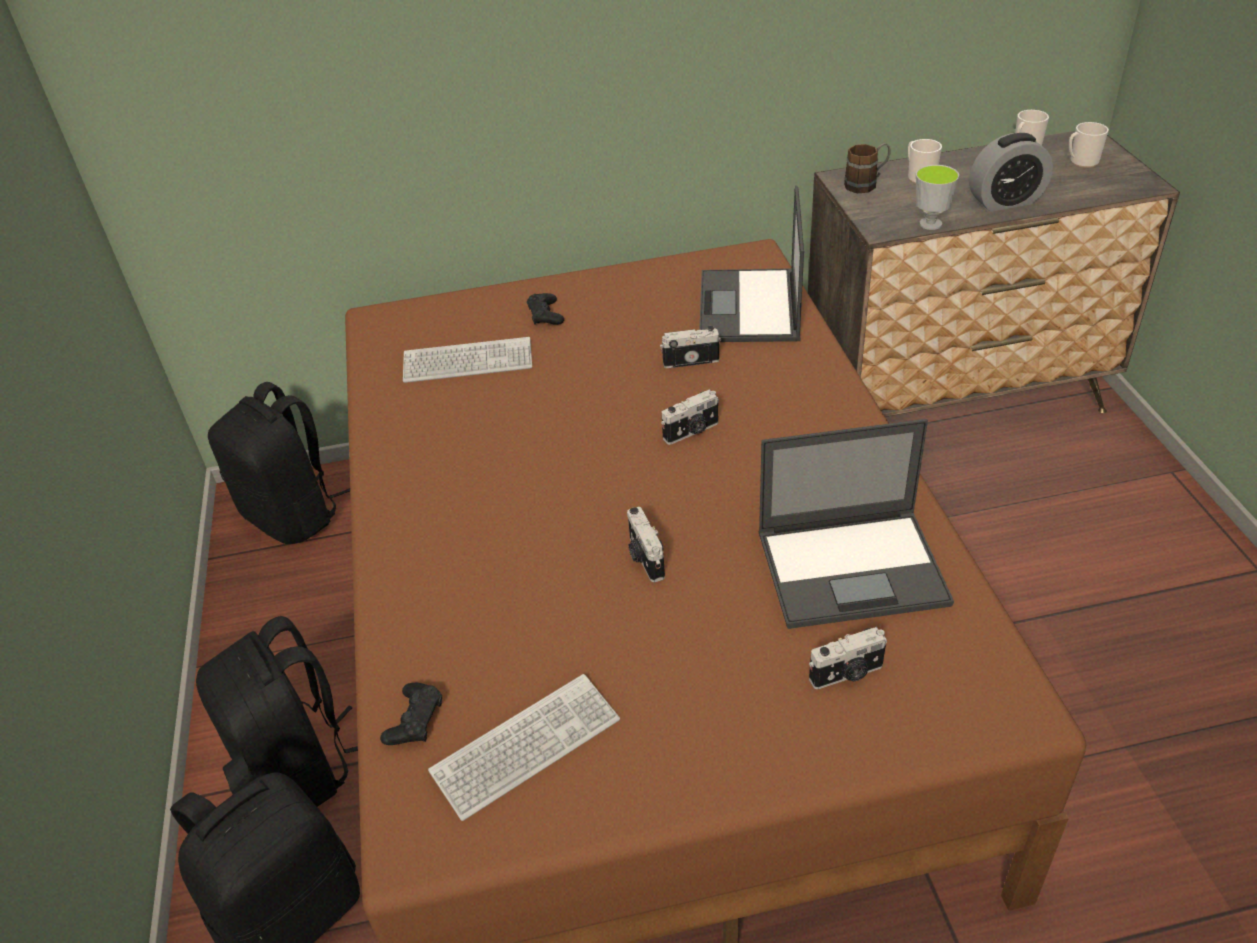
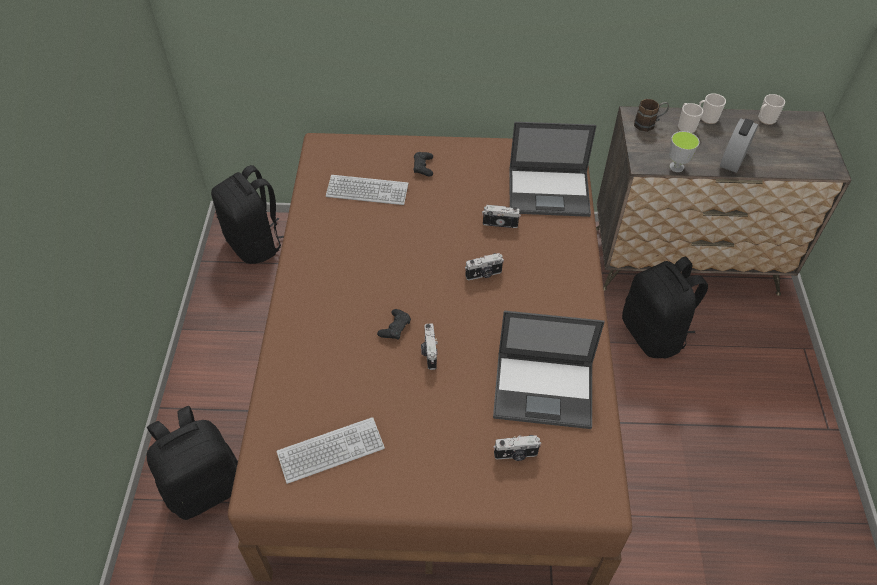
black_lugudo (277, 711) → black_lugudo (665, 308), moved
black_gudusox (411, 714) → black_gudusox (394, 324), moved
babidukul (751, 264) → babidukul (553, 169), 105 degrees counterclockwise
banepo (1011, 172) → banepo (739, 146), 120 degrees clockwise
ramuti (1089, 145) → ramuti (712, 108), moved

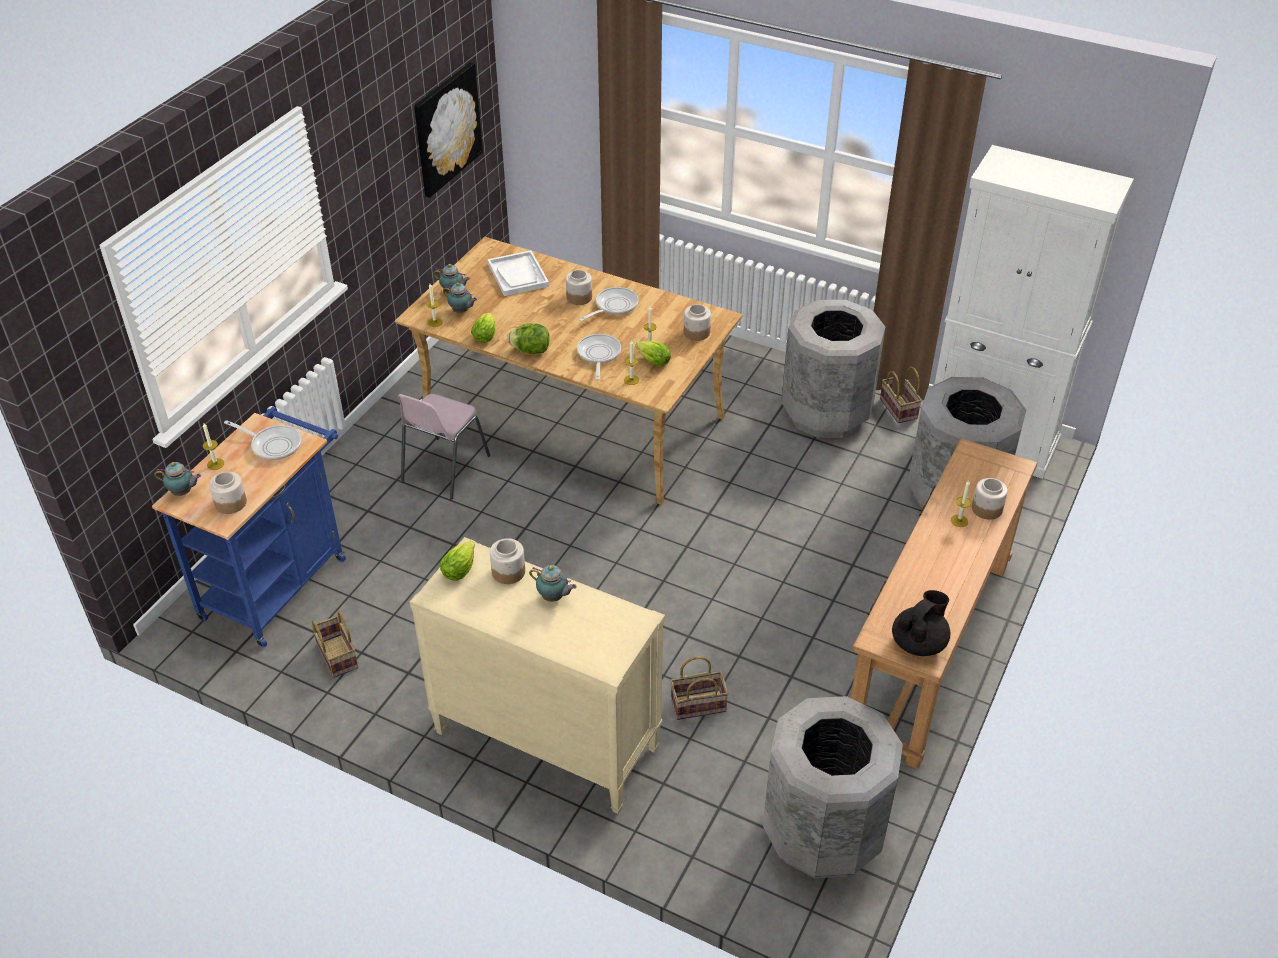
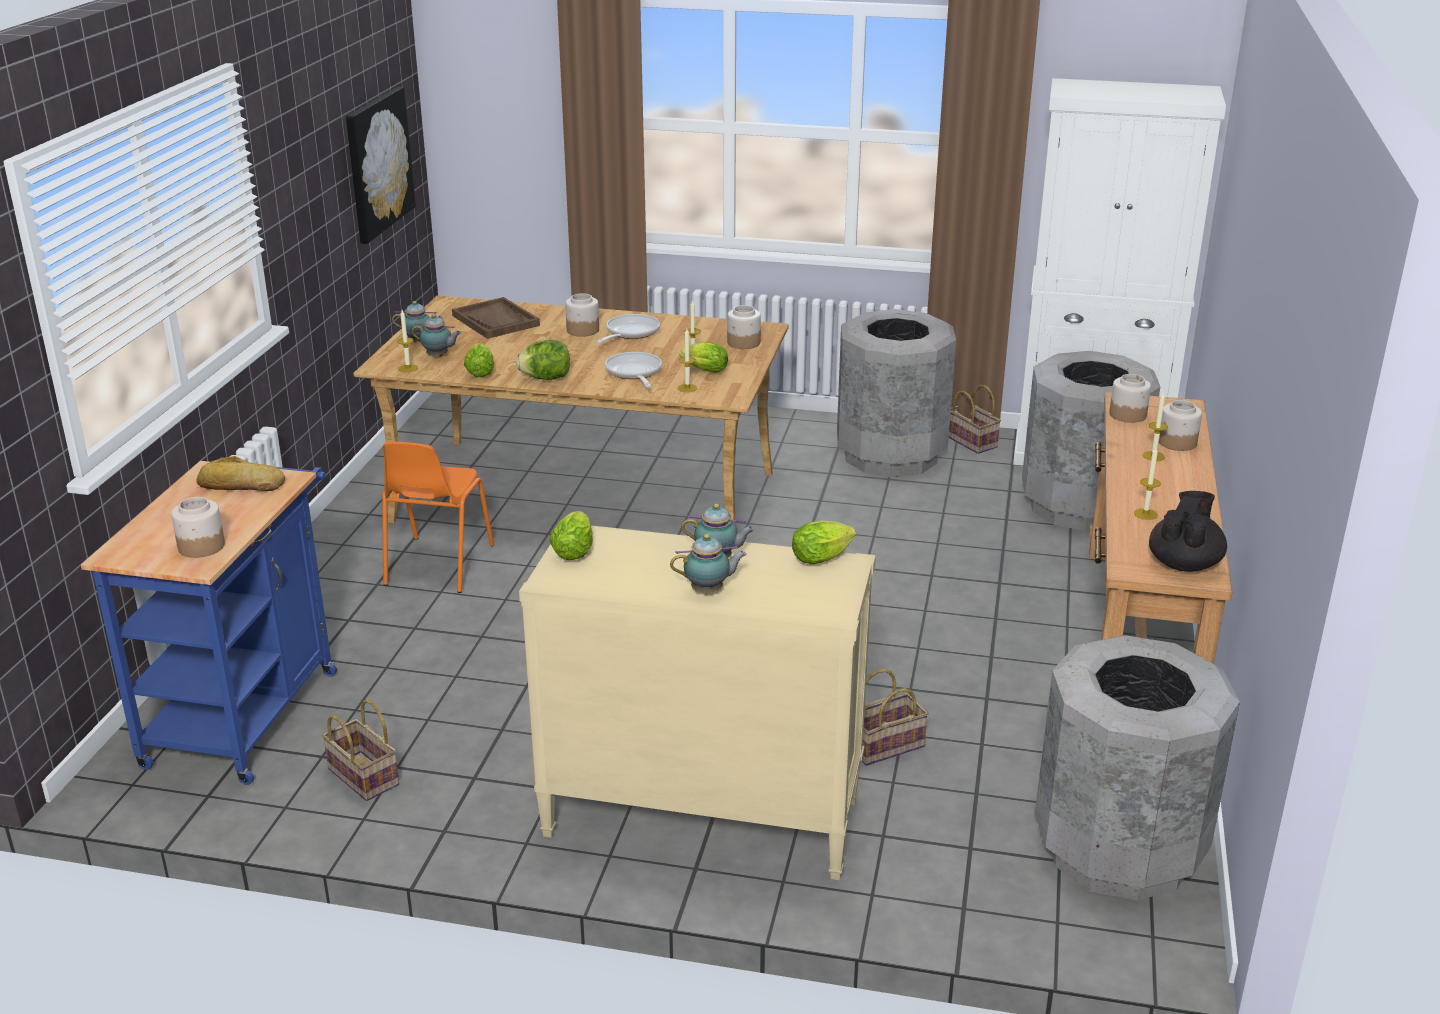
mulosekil (177, 479) → mulosekil (708, 563), moved
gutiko (213, 446) → gutiko (1147, 483), moved
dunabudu (262, 440) → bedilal (240, 473)
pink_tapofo (444, 447) → orange_tapofo (438, 517)
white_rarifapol (518, 273) → brown_rarifapol (496, 318)
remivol (507, 561) → remivol (1130, 398), moved
- → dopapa (824, 542)

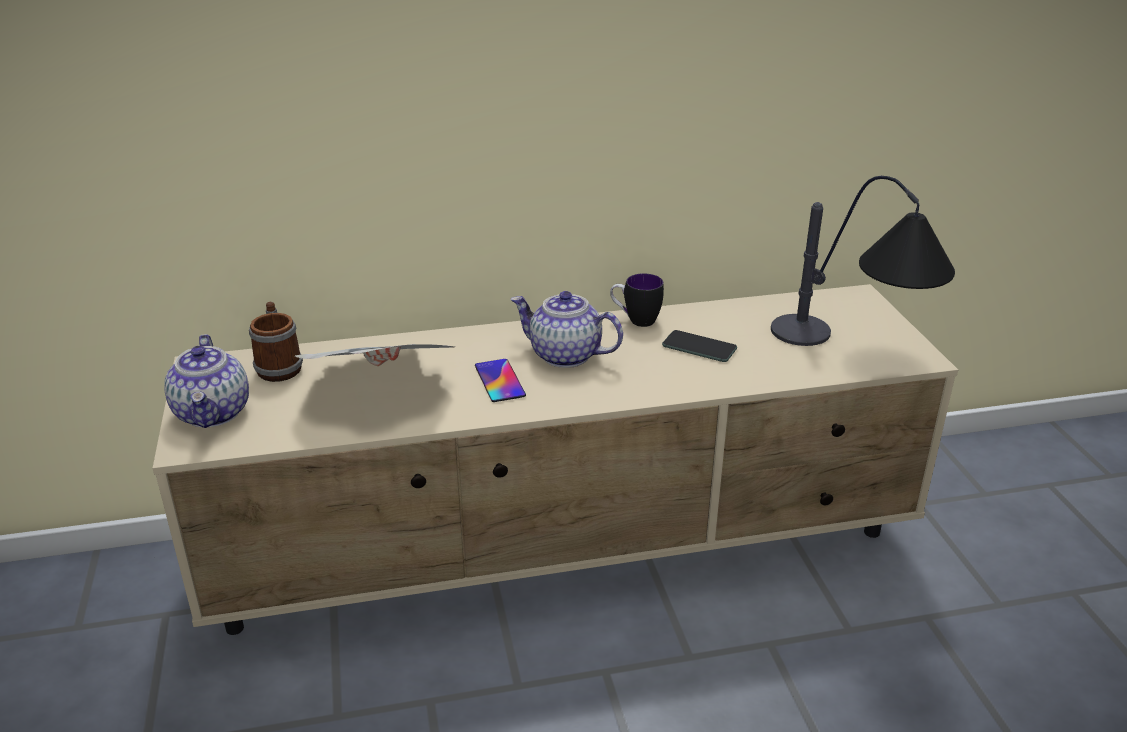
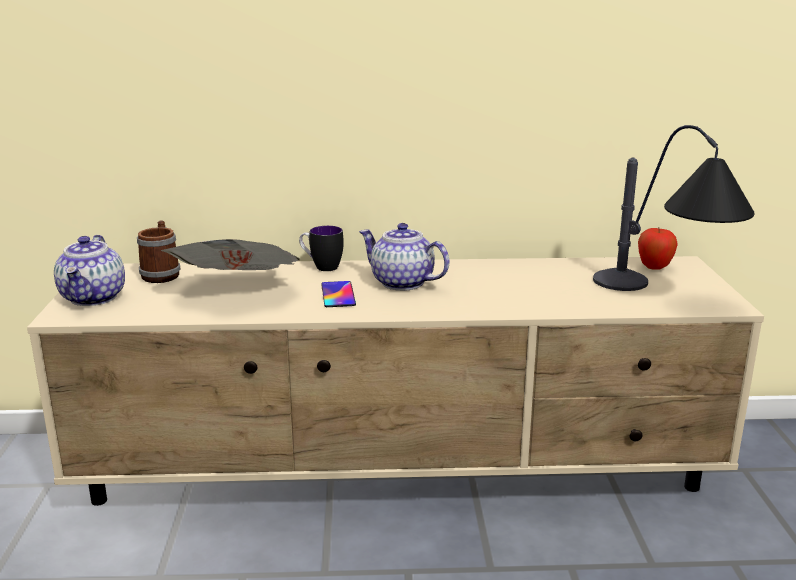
ramuti (637, 300) → ramuti (321, 248), moved
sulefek (699, 346) → -
- → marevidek (658, 248)

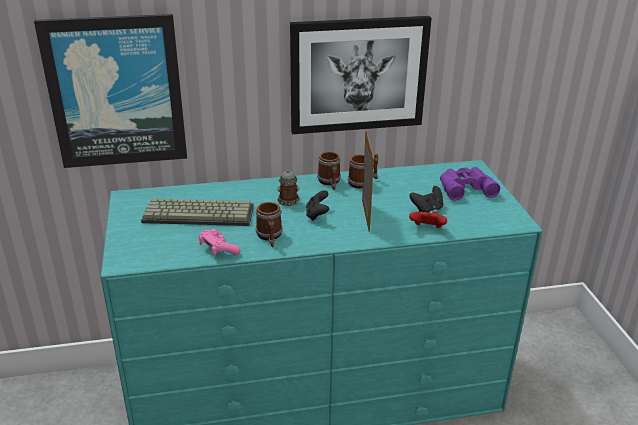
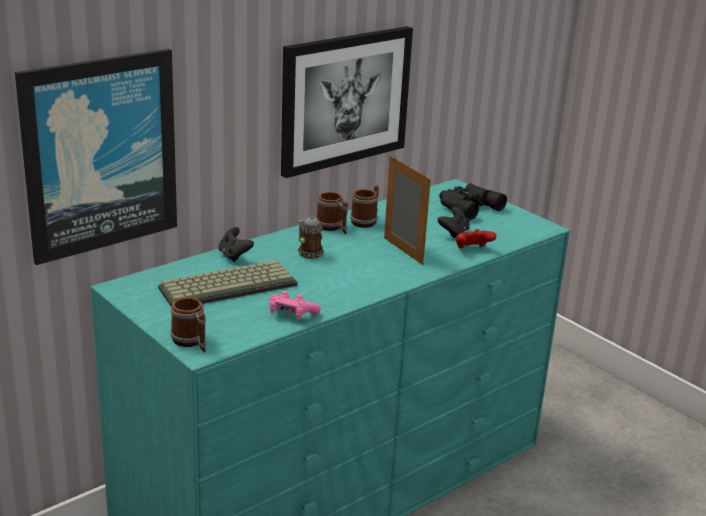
ramuti (269, 224) → ramuti (188, 324), moved
black_gudusox (317, 205) → black_gudusox (236, 244), moved
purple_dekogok (470, 184) → black_dekogok (473, 201)

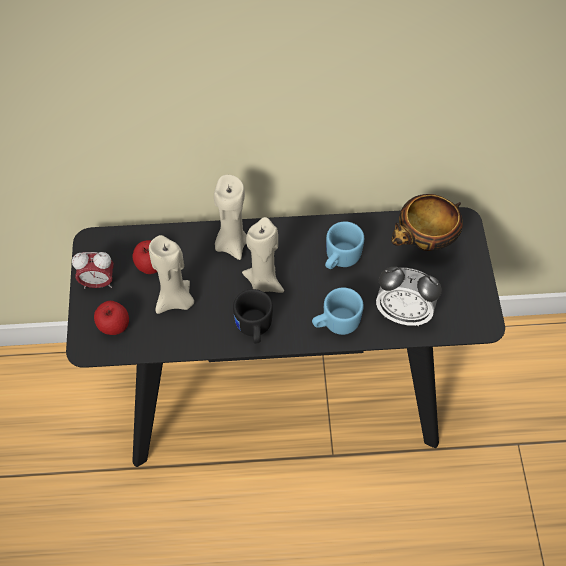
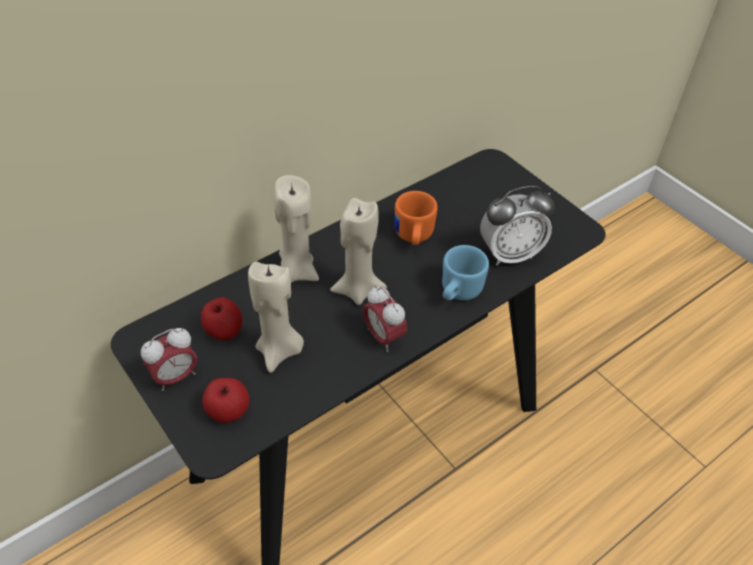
black_ramuti (253, 316) → banepo (385, 319)
blue_ramuti (344, 245) → orange_ramuti (416, 218)
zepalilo (427, 222) → -

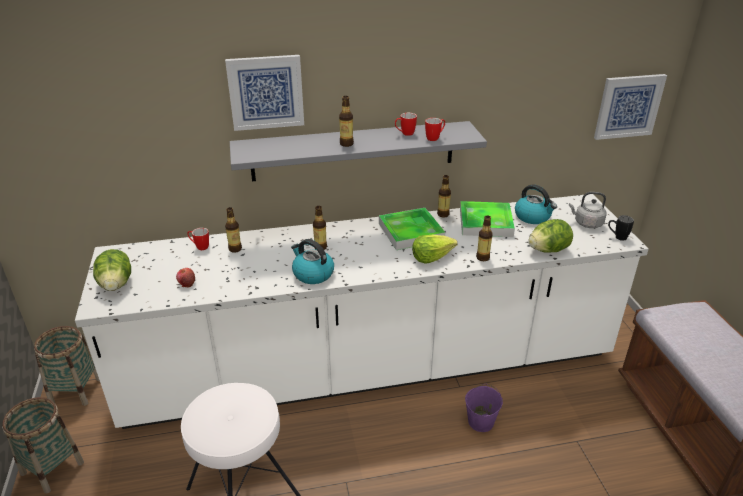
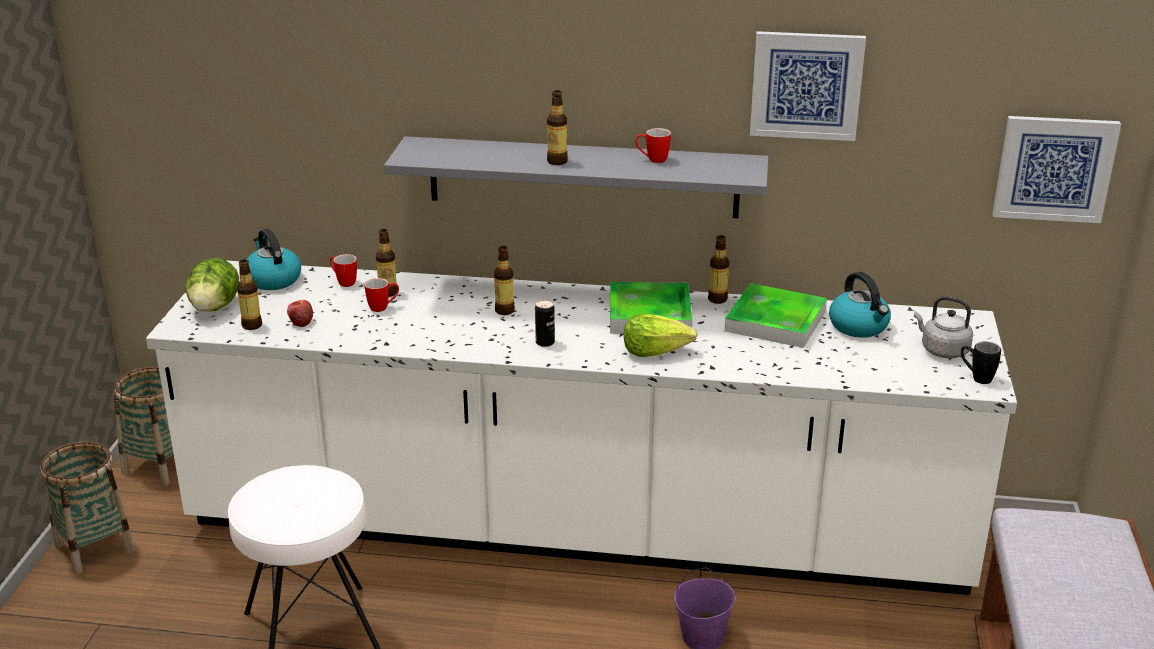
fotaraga (264, 93) → fotaraga (808, 86), moved
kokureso (312, 261) → kokureso (274, 259), moved
ramuti (435, 129) → ramuti (381, 295), moved
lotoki (484, 238) → lotoki (249, 294), moved
dopapa (550, 236) → -
- → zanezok (545, 323)

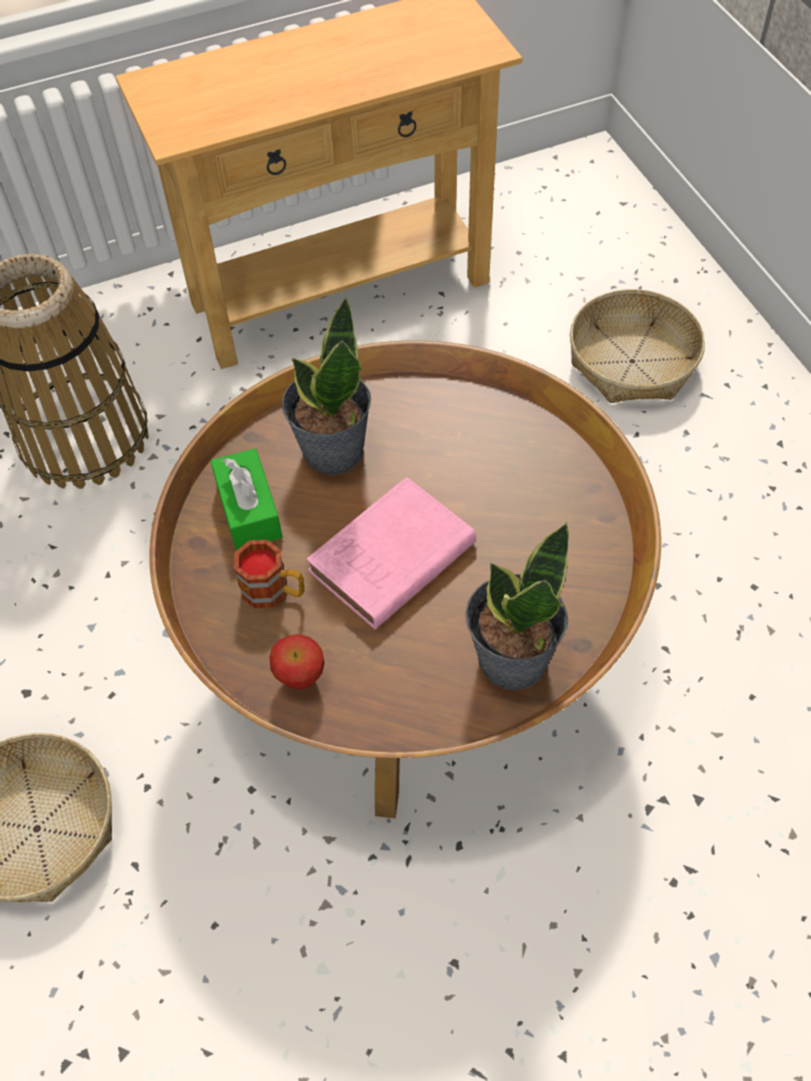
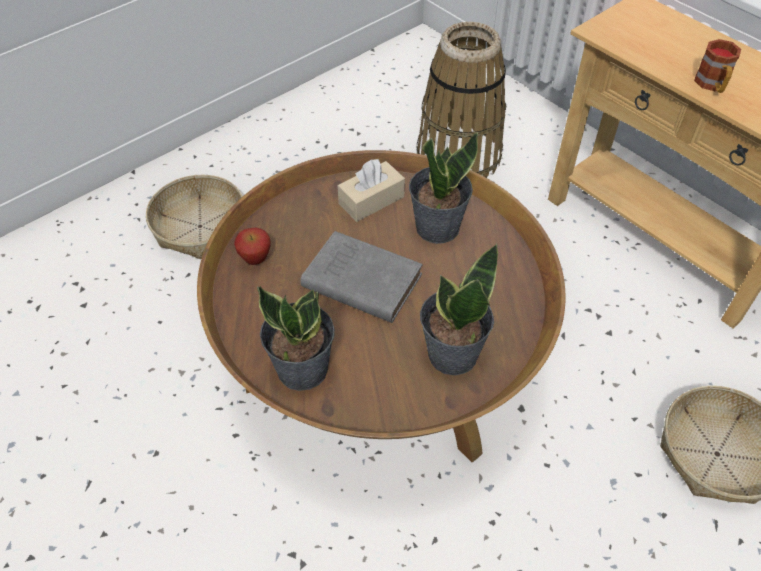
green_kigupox (246, 499) → beige_kigupox (371, 190)
ramuti (269, 574) → ramuti (717, 66), moved
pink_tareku (391, 553) → grey_tareku (362, 277)
- → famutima (459, 310)

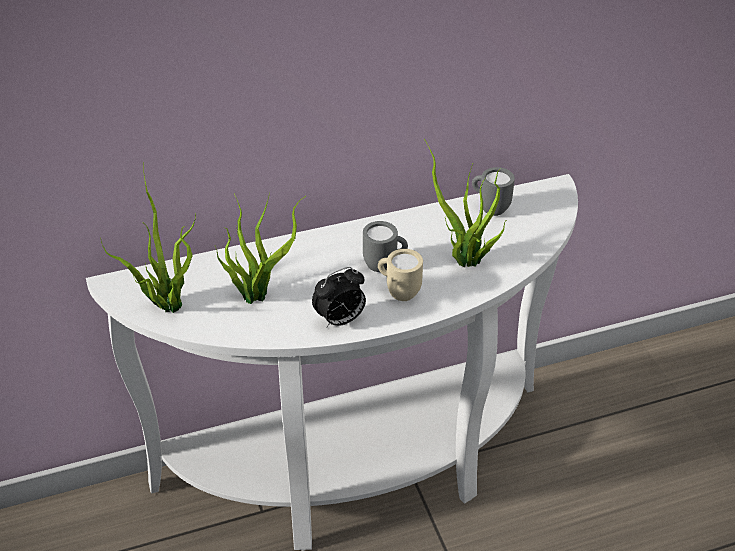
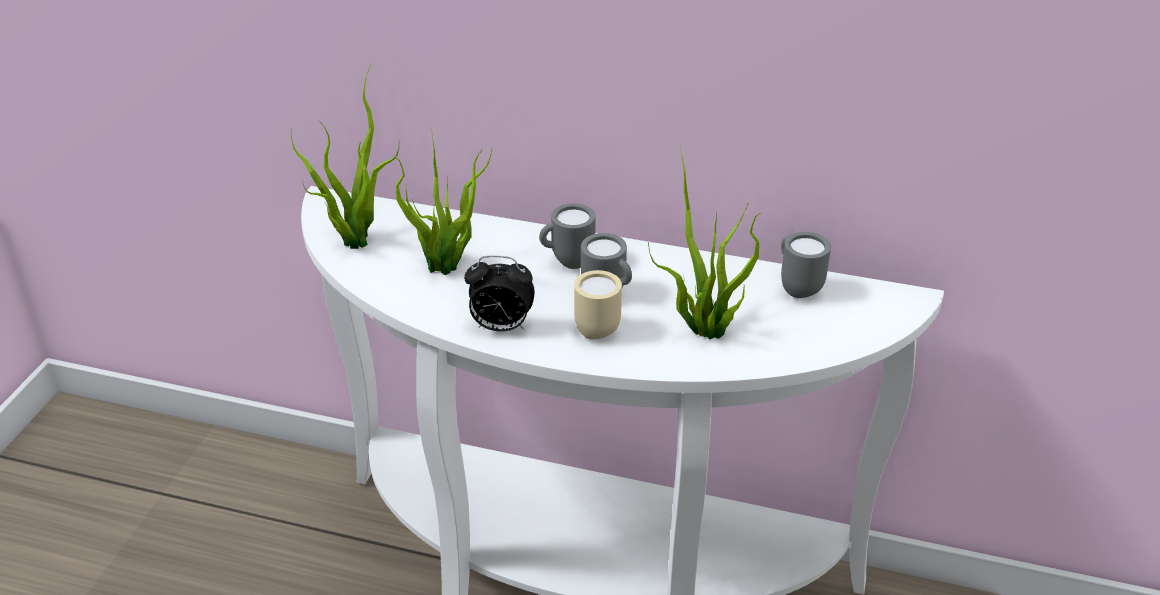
- → grey_ramuti (567, 236)

